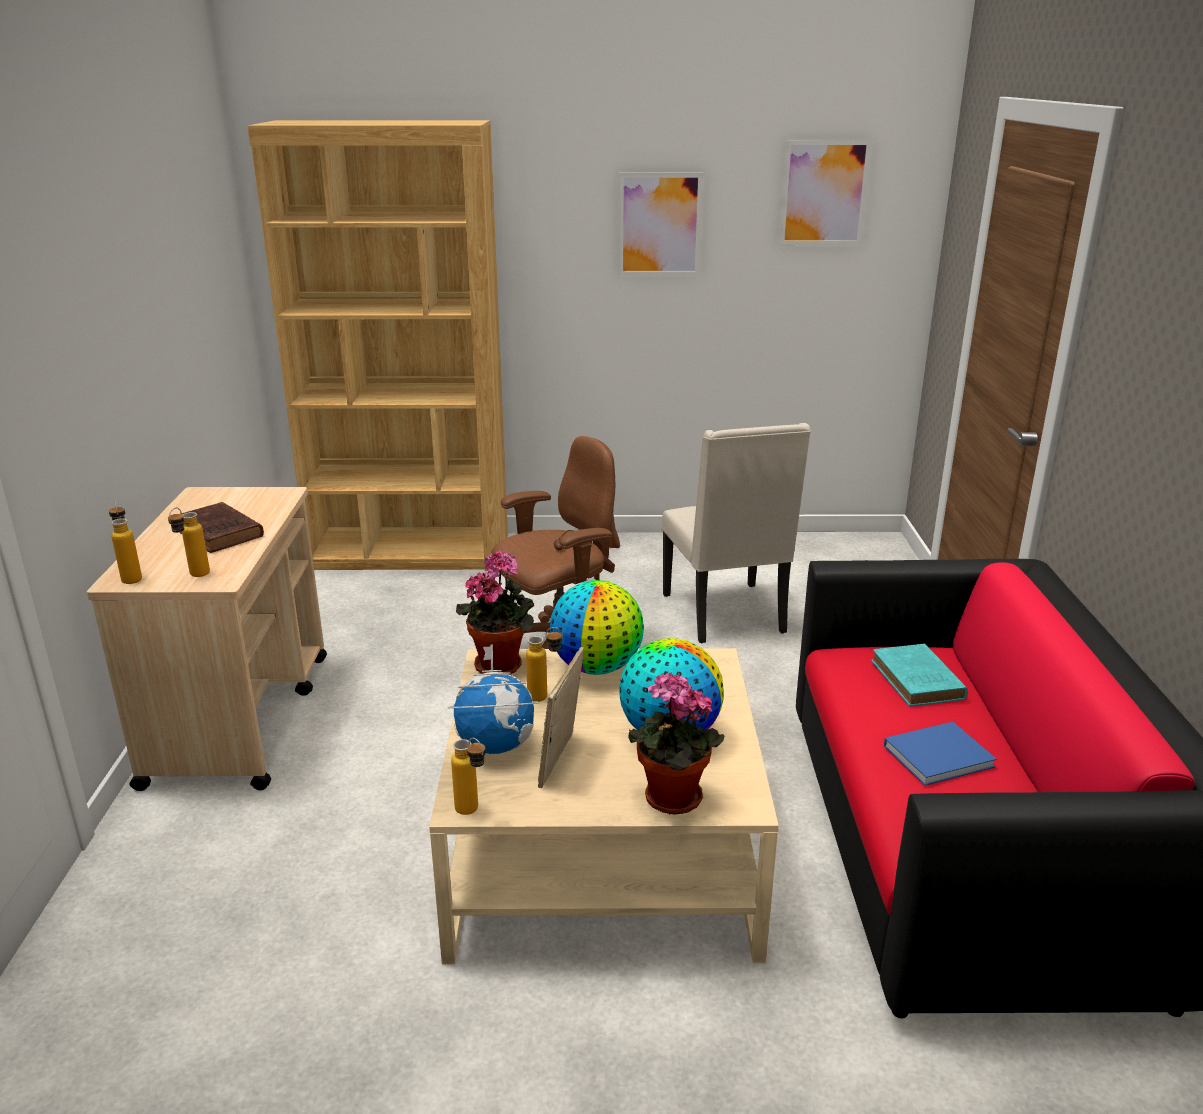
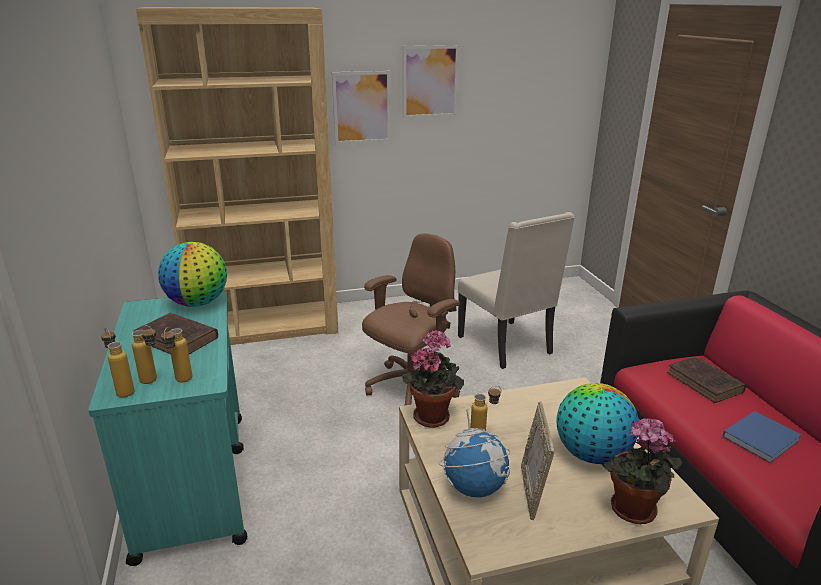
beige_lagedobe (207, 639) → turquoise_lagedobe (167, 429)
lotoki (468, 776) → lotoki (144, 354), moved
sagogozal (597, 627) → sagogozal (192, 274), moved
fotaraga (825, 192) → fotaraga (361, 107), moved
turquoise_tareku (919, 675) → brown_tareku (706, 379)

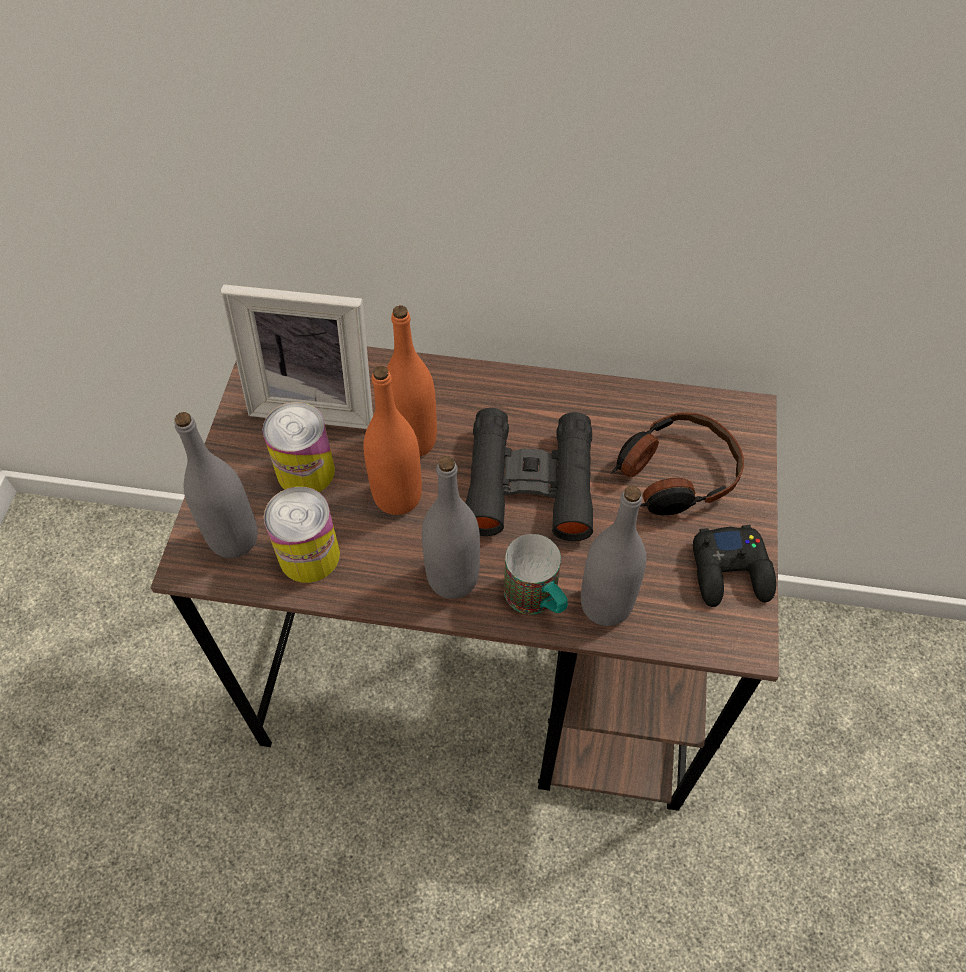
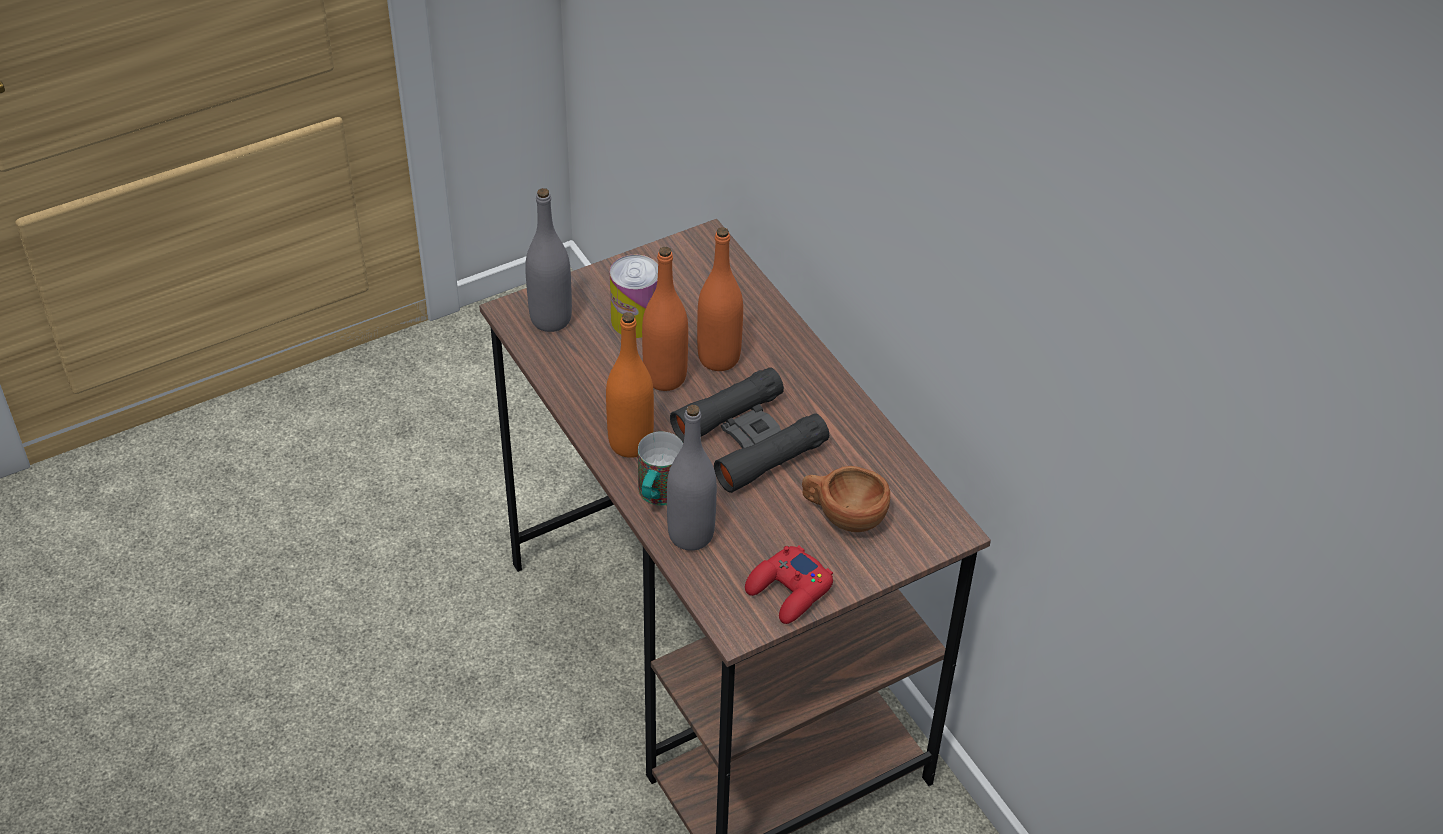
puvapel (297, 356) → -
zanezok (302, 535) → -
grey_lotoki (451, 527) → orange_lotoki (630, 385)
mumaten (677, 463) → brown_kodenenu (846, 499)
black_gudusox (734, 566) → red_gudusox (789, 585)

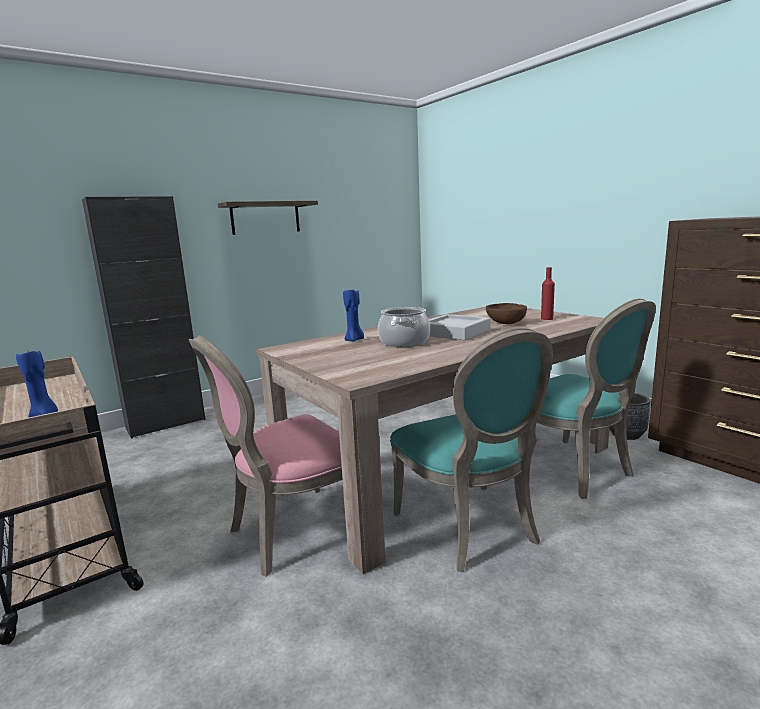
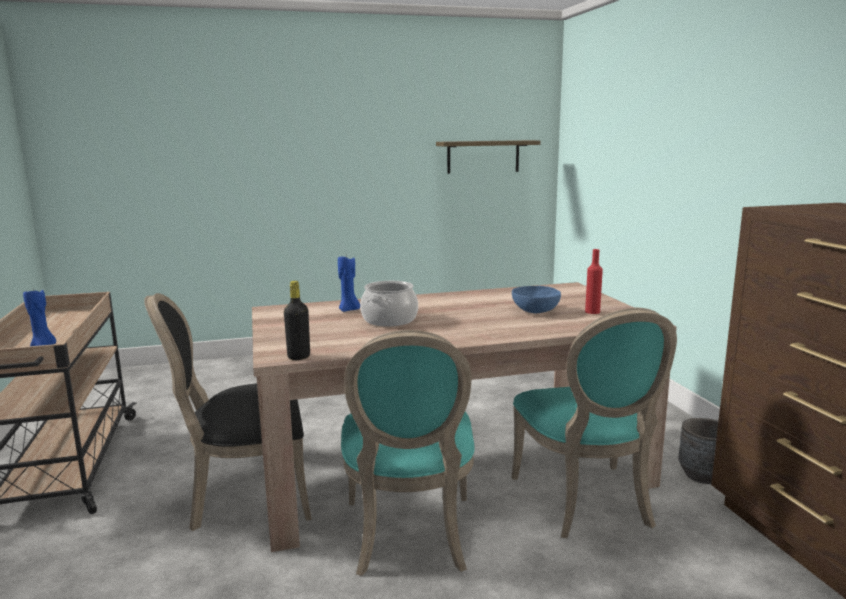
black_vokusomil (144, 317) → -
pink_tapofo (266, 456) → black_tapofo (228, 412)
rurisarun (268, 218) → rurisarun (488, 157), moved
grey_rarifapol (460, 327) → -
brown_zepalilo (506, 313) → blue_zepalilo (536, 299)
- → black_lotoki (297, 320)

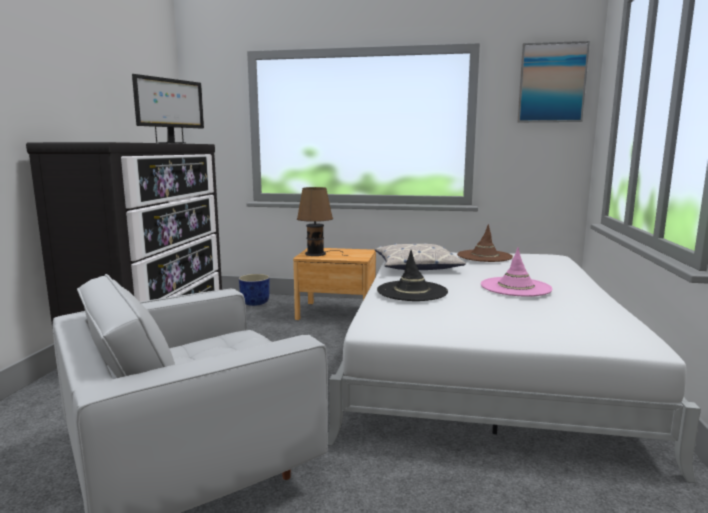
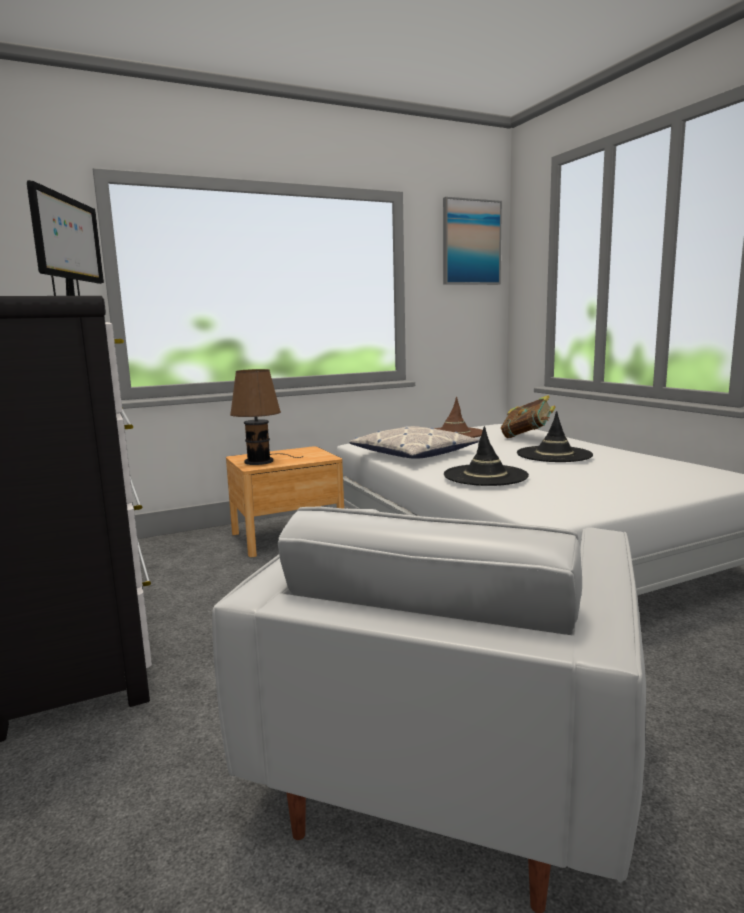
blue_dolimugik (254, 290) → -
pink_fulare (517, 272) → black_fulare (555, 436)
- → tareku (528, 416)

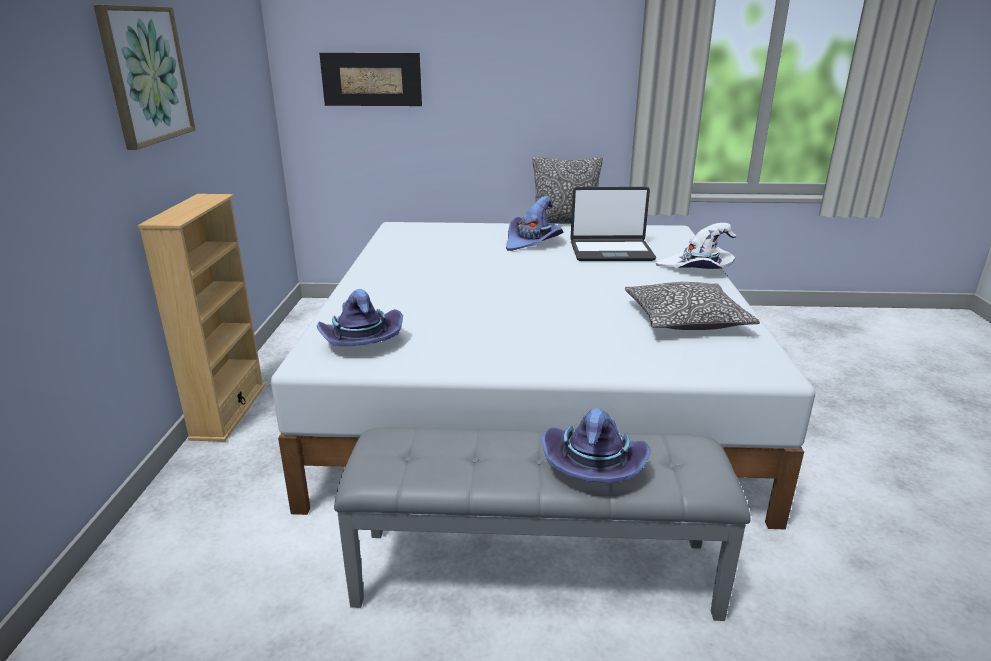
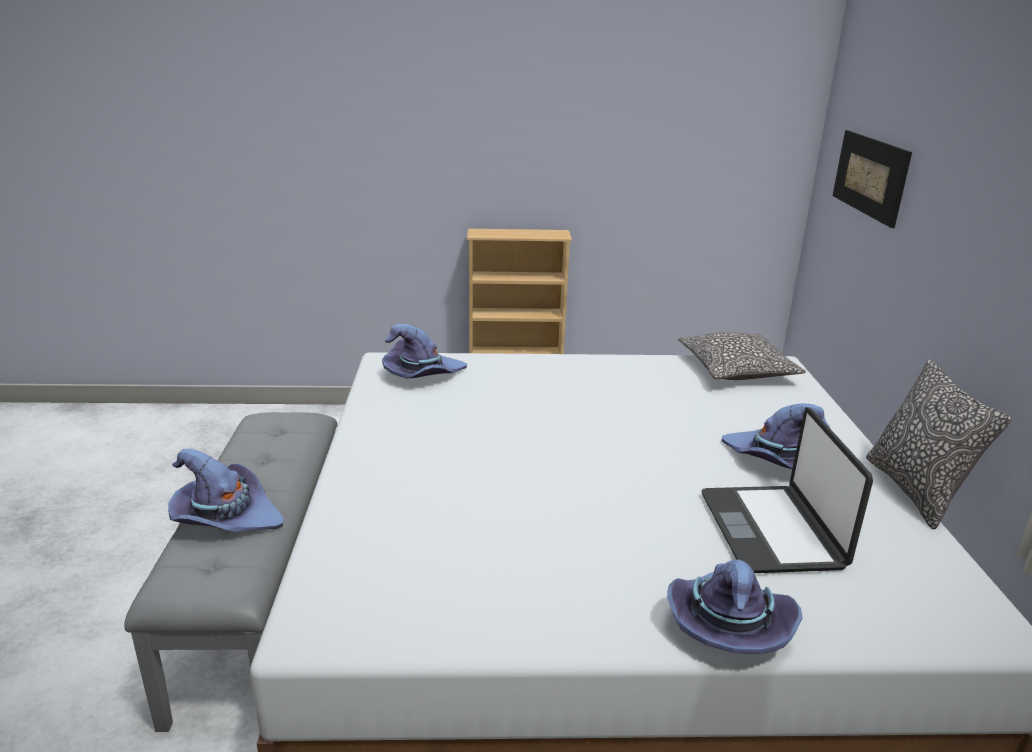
fotaraga (145, 77) → -
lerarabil (692, 306) → lerarabil (742, 356), moved
white_fulare (696, 246) → purple_fulare (735, 607)

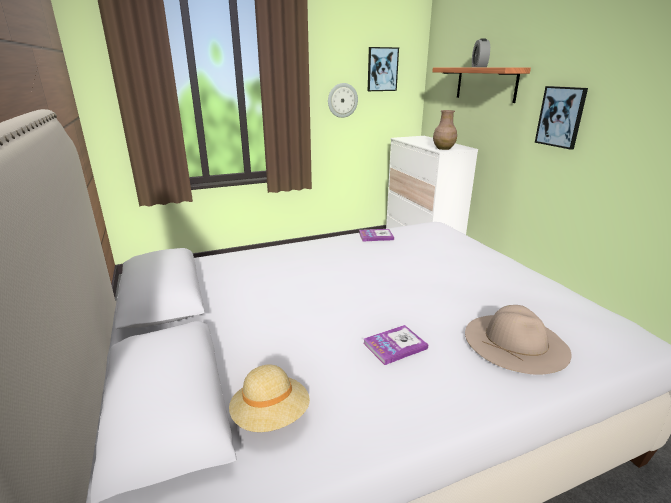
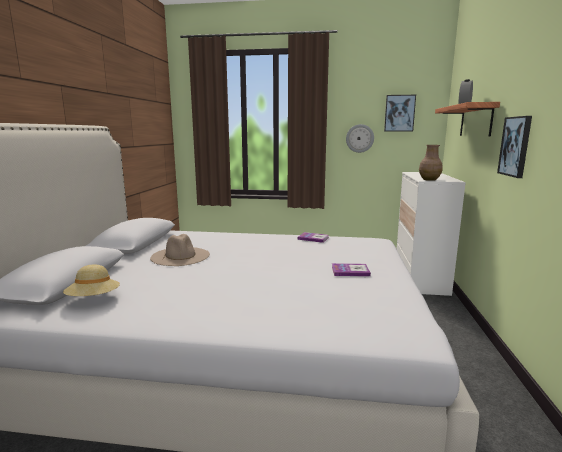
tareku (395, 345) → tareku (351, 269), moved
beige_fulare (518, 340) → beige_fulare (180, 250), moved

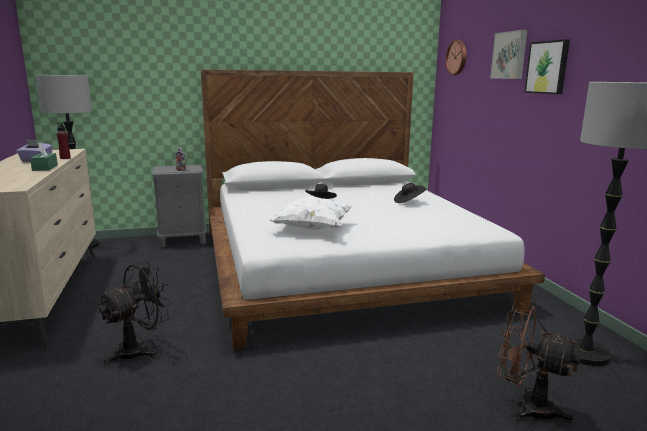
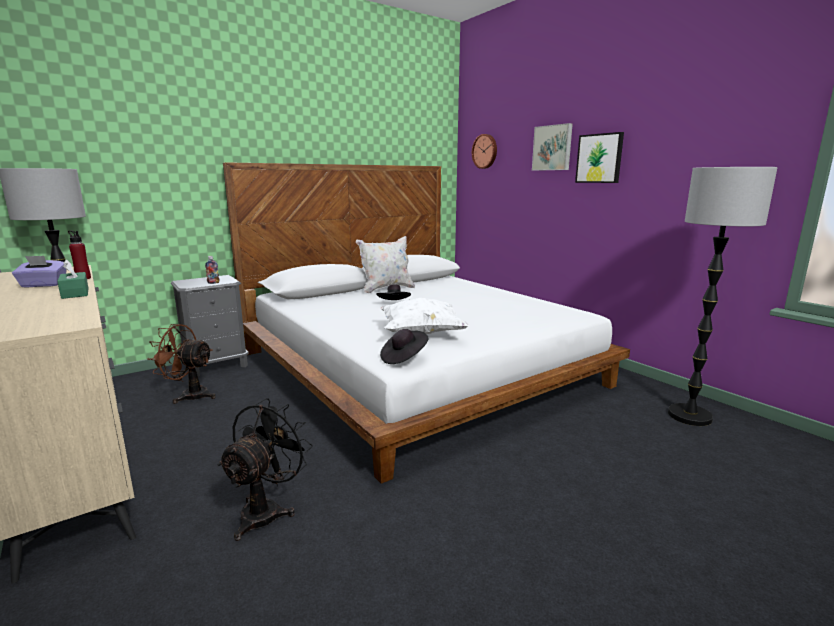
black_fulare (410, 193) → black_fulare (404, 346), moved
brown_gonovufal (539, 362) → brown_gonovufal (181, 364), moved
- → white_lerarabil (385, 264)

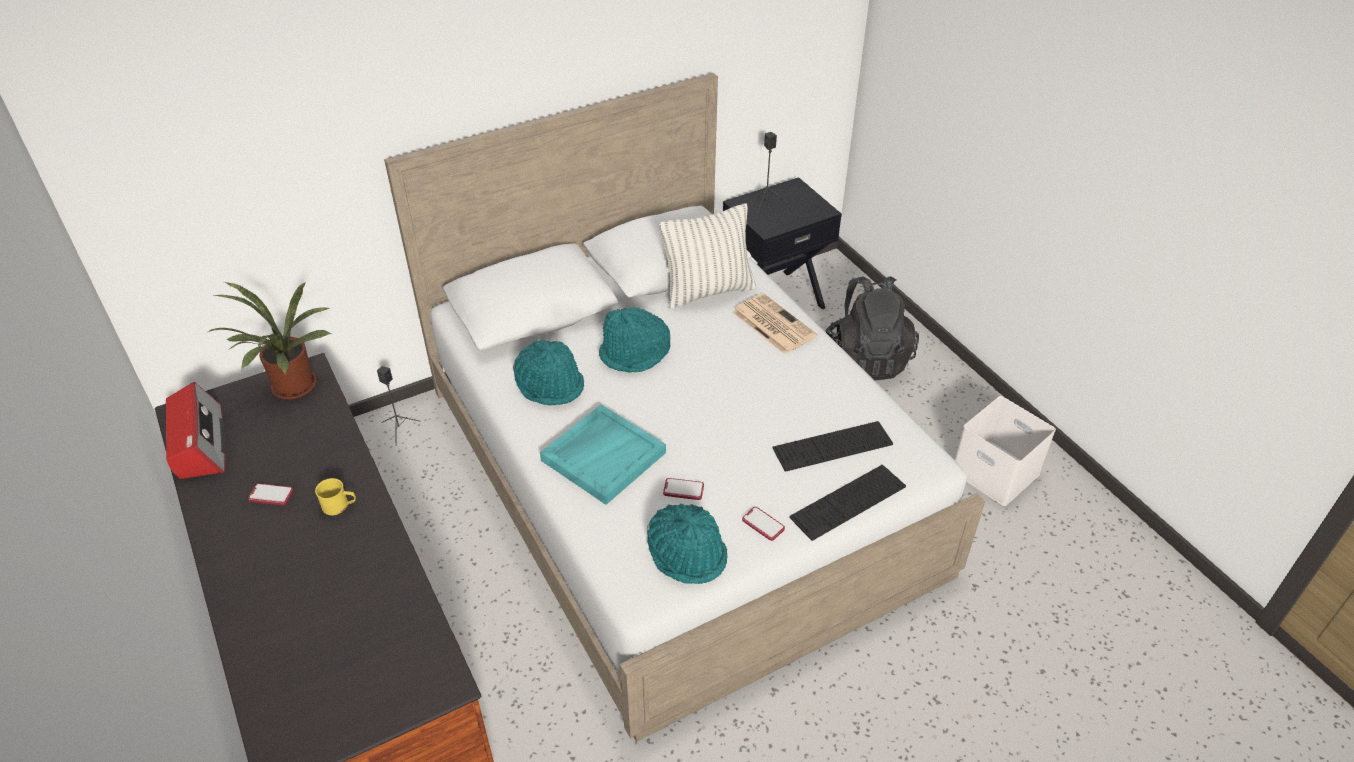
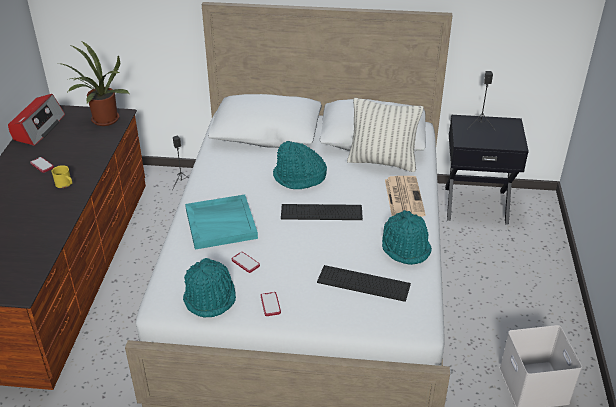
turquoise_fulare (548, 372) → turquoise_fulare (407, 237), moved
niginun (847, 503) → niginun (322, 212), moved
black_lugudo (872, 328) → -

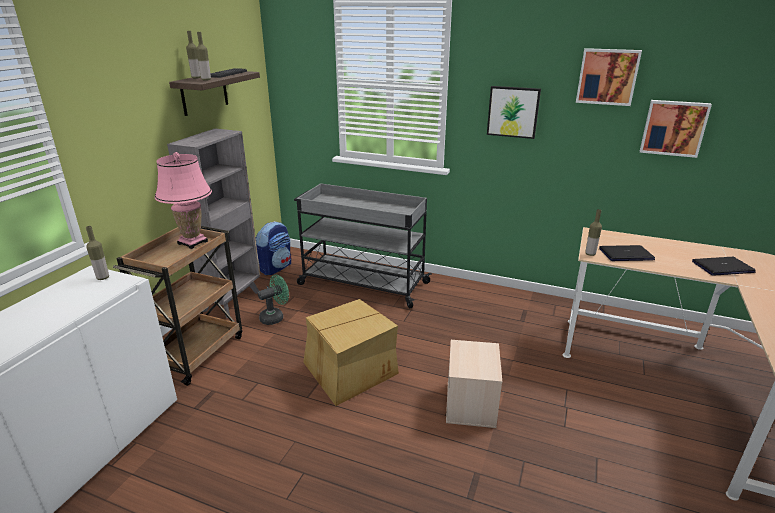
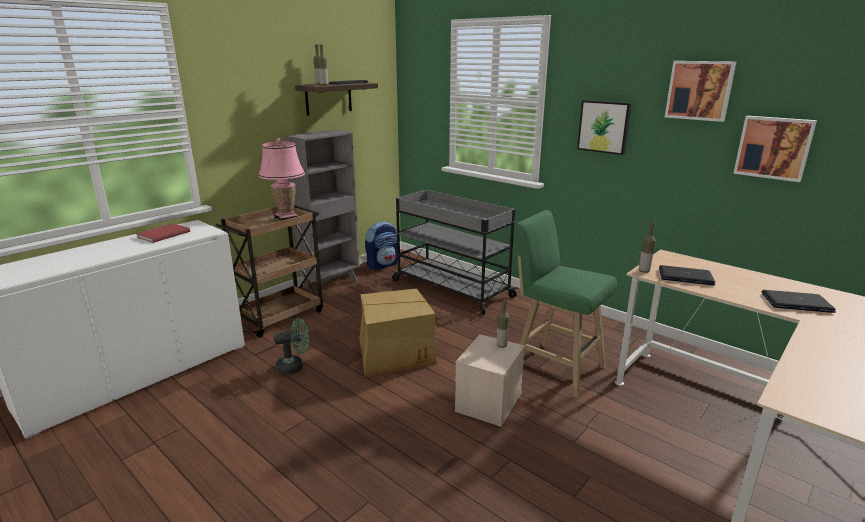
lotoki (97, 253) → lotoki (503, 323), moved
green_gonovufal (273, 299) → green_gonovufal (291, 346), moved
- → red_tareku (163, 233)
- → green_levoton (566, 304)

